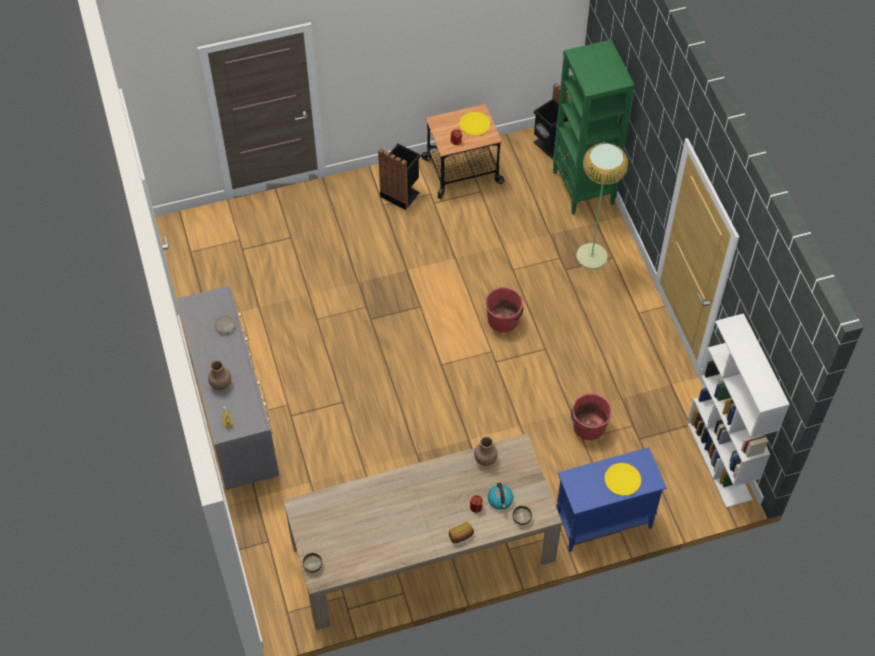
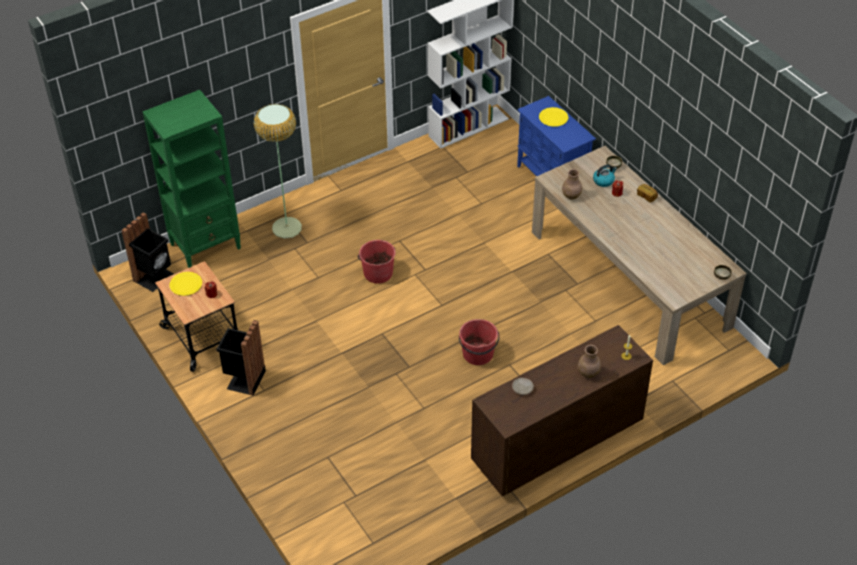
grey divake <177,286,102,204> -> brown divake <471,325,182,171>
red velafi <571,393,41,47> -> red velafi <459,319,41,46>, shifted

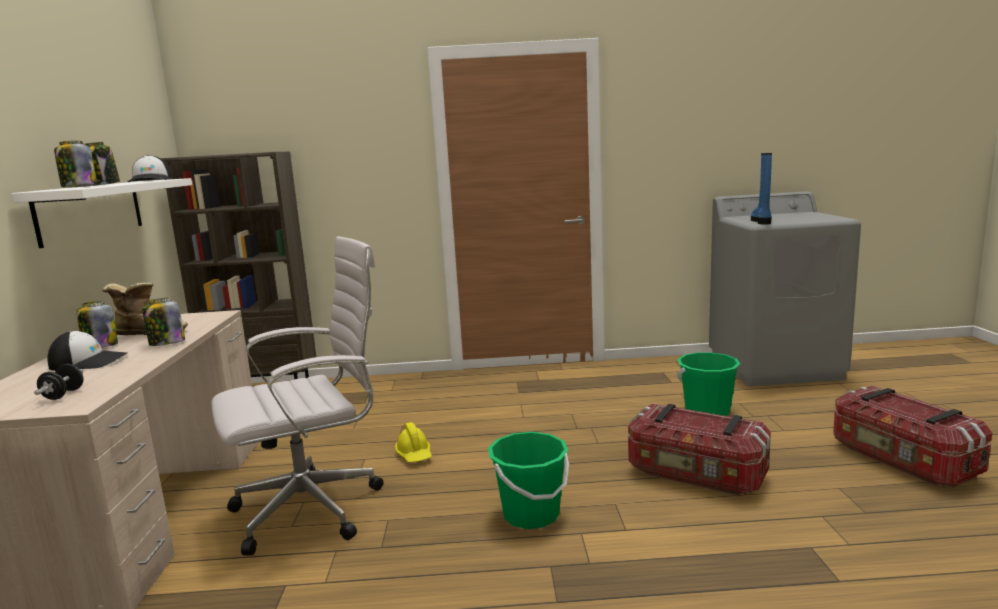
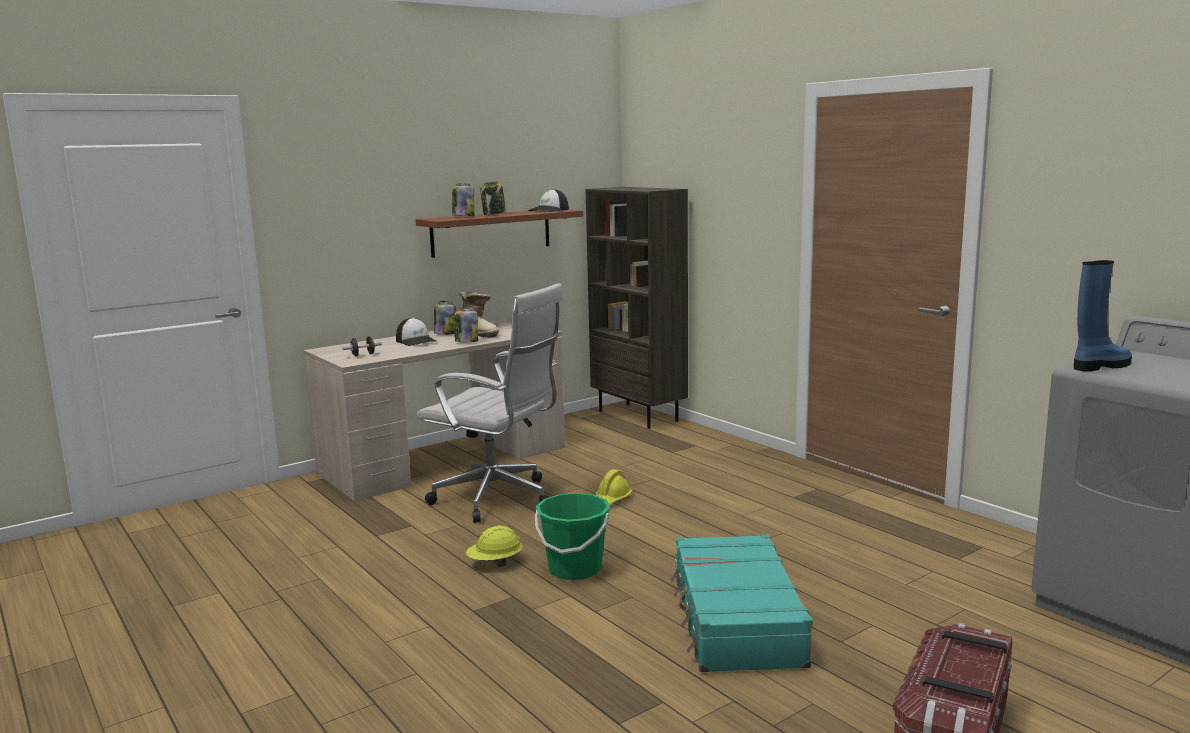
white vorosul <12,178,180,70> -> brown vorosul <415,210,169,48>
green velafi <677,352,63,64> -> none
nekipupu <628,403,143,93> -> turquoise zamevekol <670,534,143,138>
none -> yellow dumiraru <466,526,57,41>

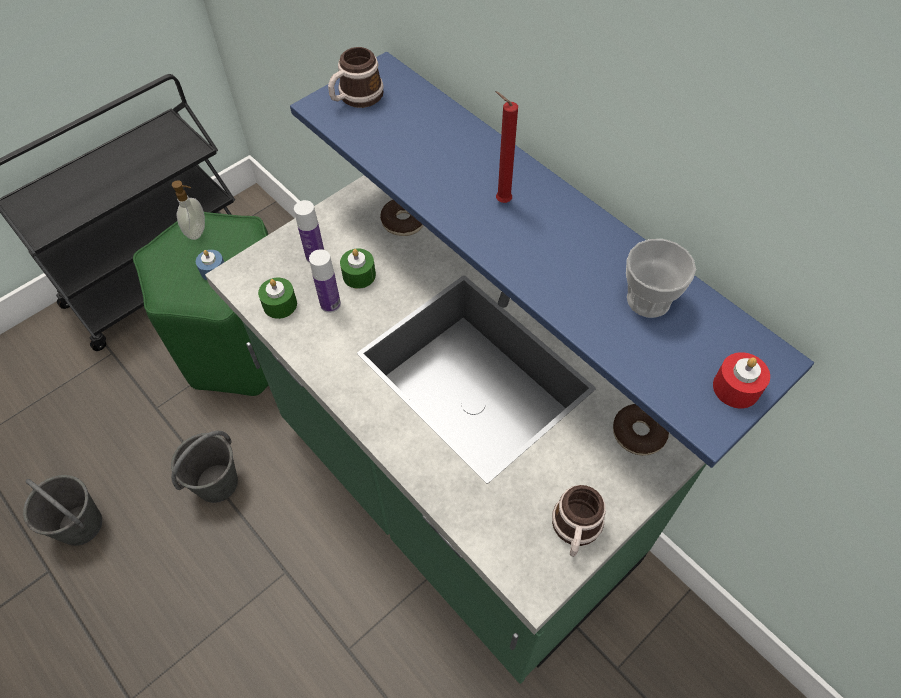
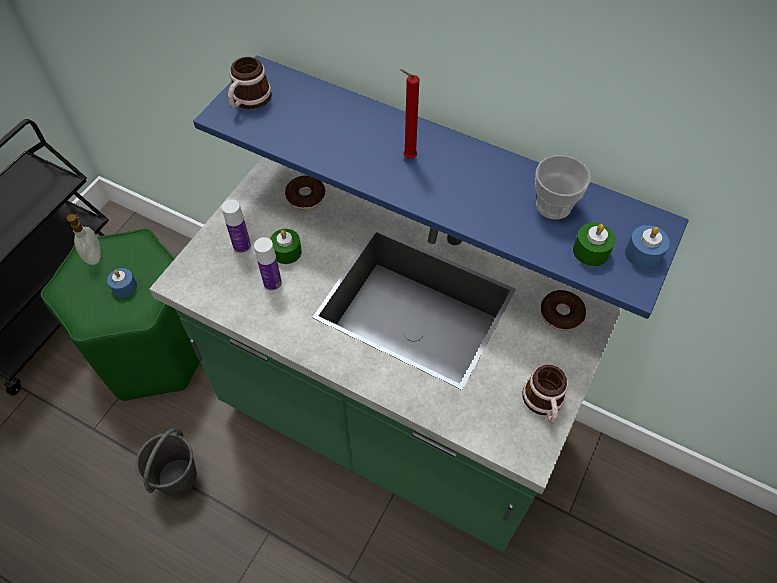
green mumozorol <258,278,39,41> -> green mumozorol <573,223,43,43>, shifted
red mumozorol <713,352,57,56> -> blue mumozorol <625,225,45,44>
grey velafi <23,475,79,71> -> none

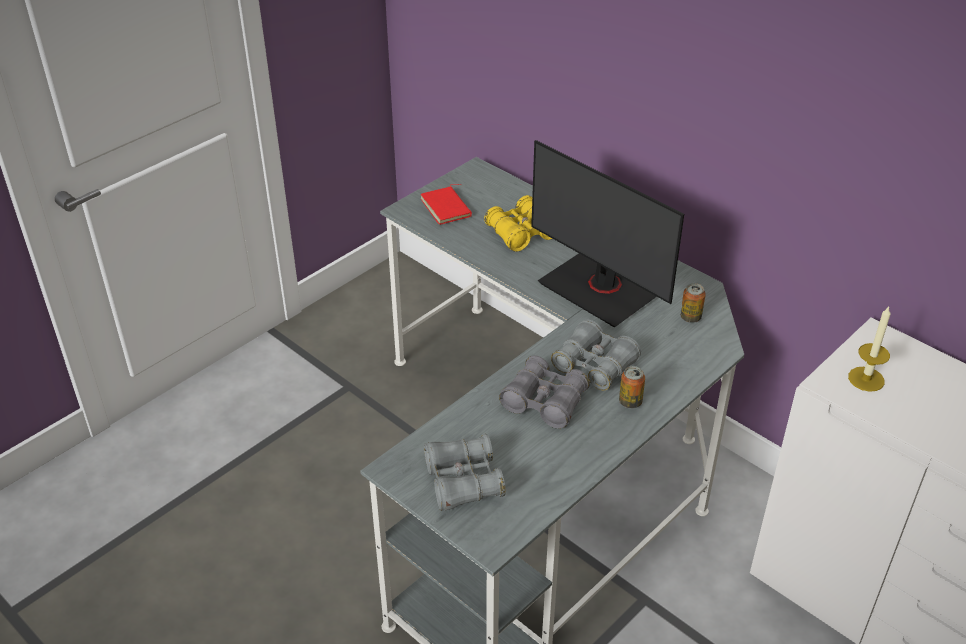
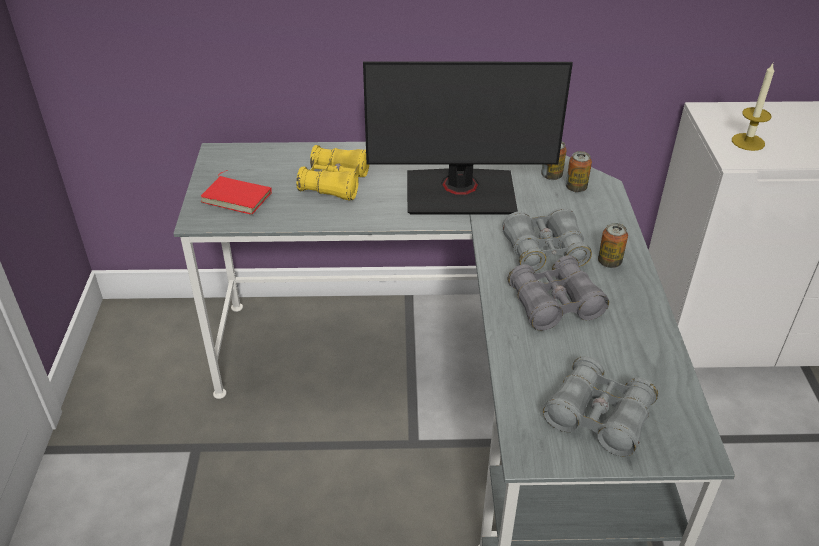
none -> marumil <566,151,26,41>

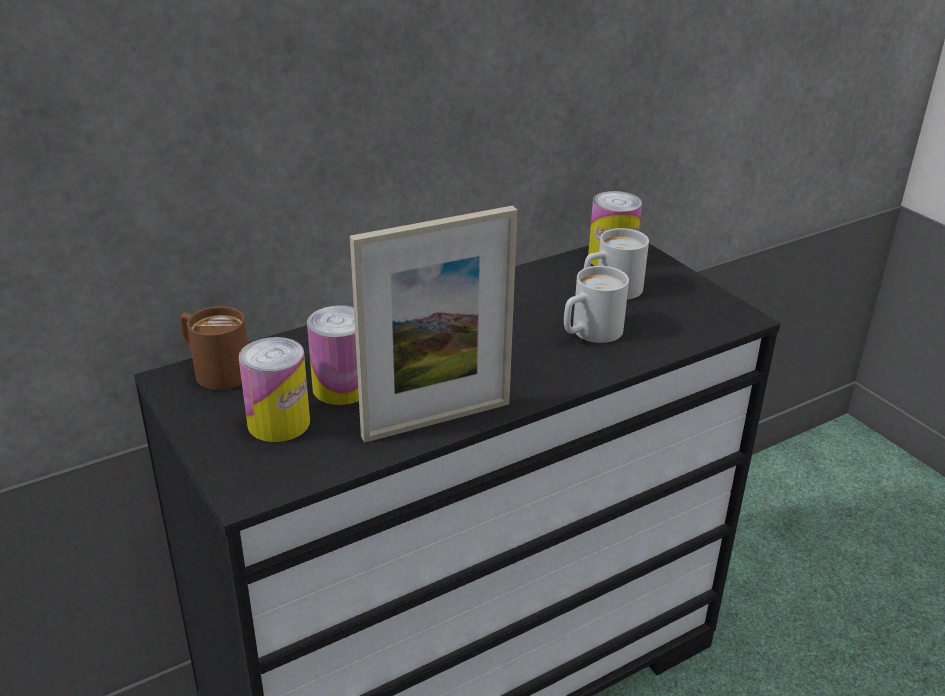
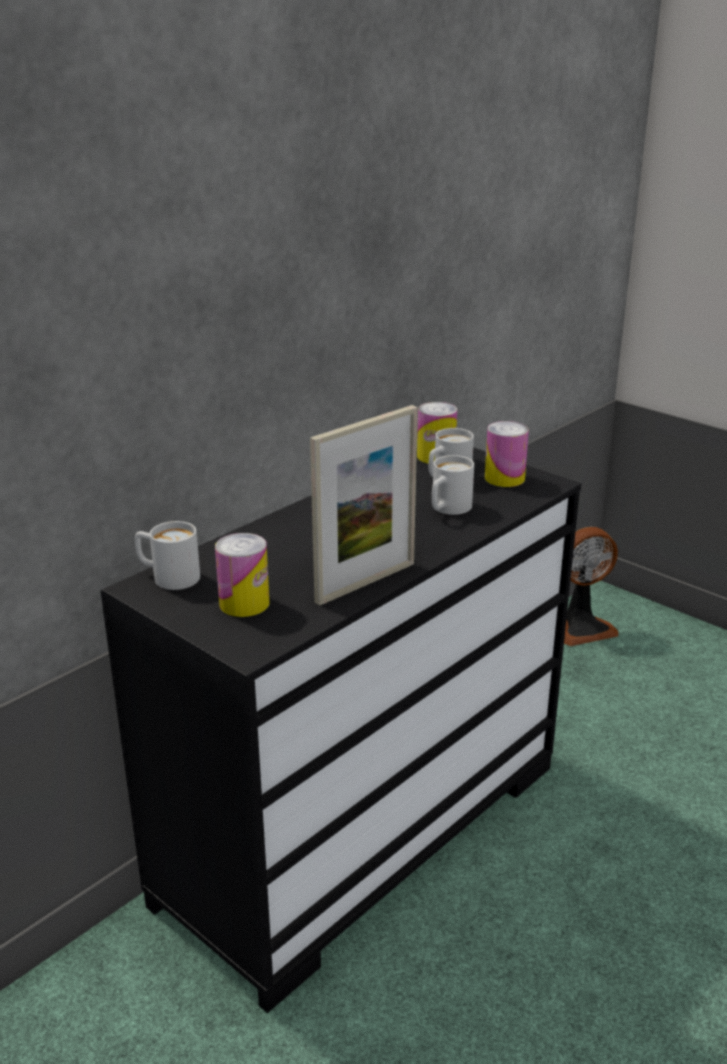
marumil <307,305,52,100> -> marumil <485,421,44,66>, shifted
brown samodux <180,306,68,84> -> white samodux <135,521,65,69>
none -> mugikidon <564,527,55,119>

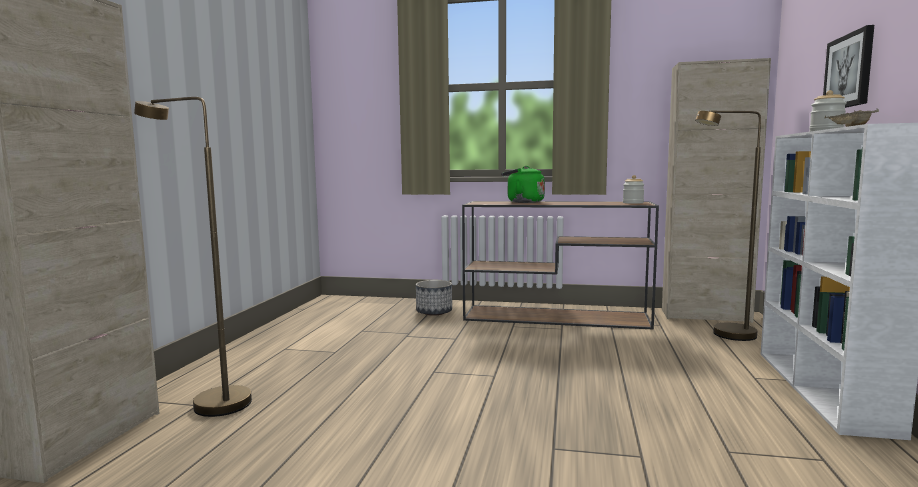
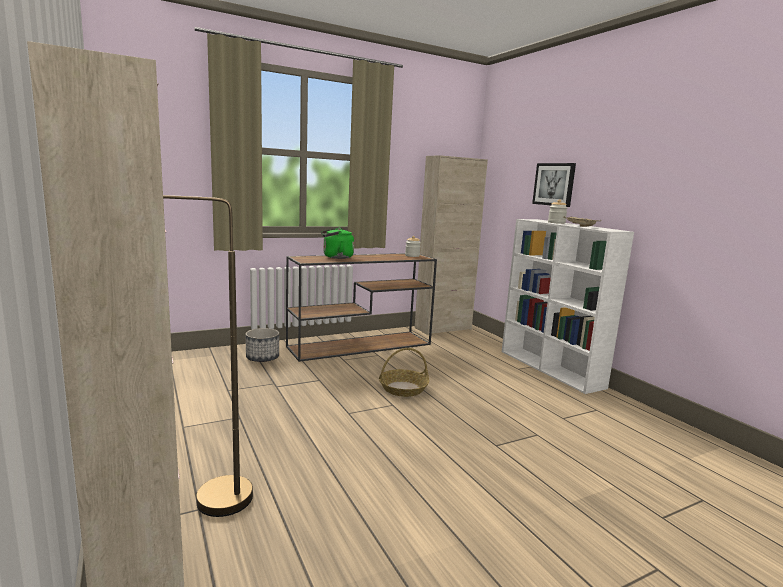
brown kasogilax <695,111,66,230> -> none
none -> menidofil <379,348,50,49>

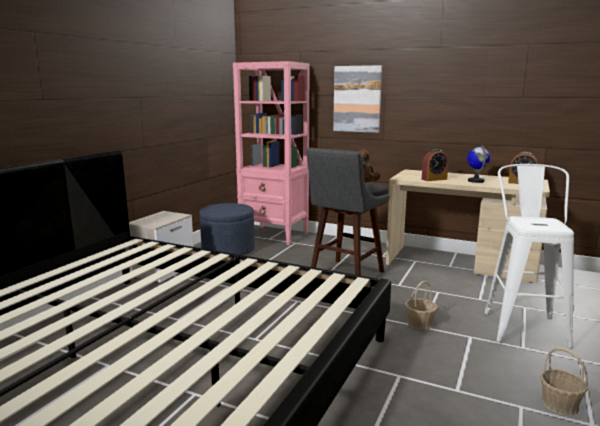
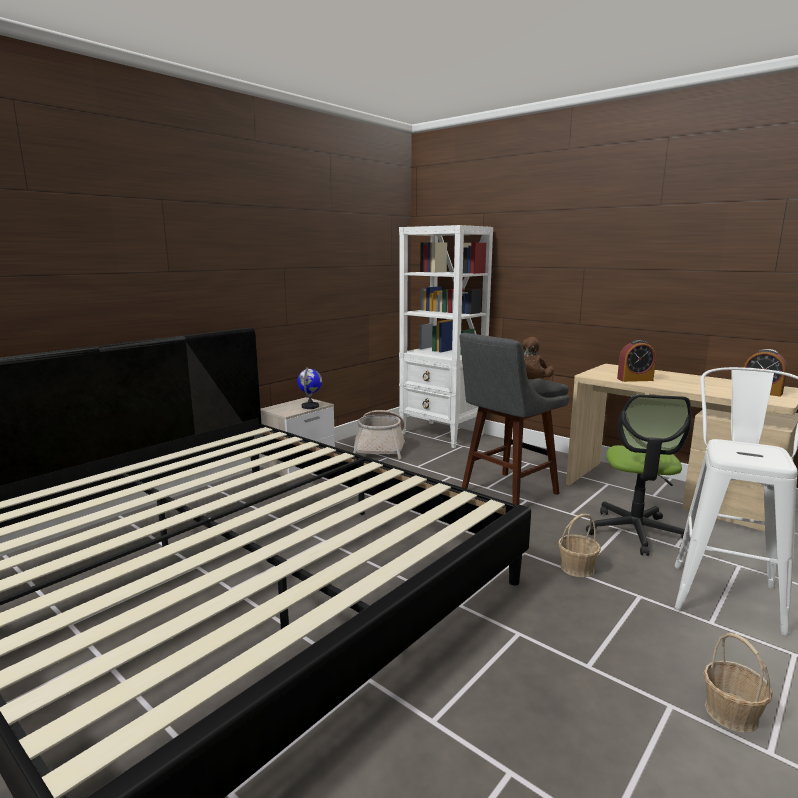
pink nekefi <233,61,77,184> -> white nekefi <399,225,94,223>
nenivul <333,65,49,68> -> none
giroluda <467,146,23,37> -> giroluda <297,367,25,42>, shifted
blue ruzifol <200,203,55,52> -> menidofil <353,410,52,49>
none -> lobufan <586,394,105,162>

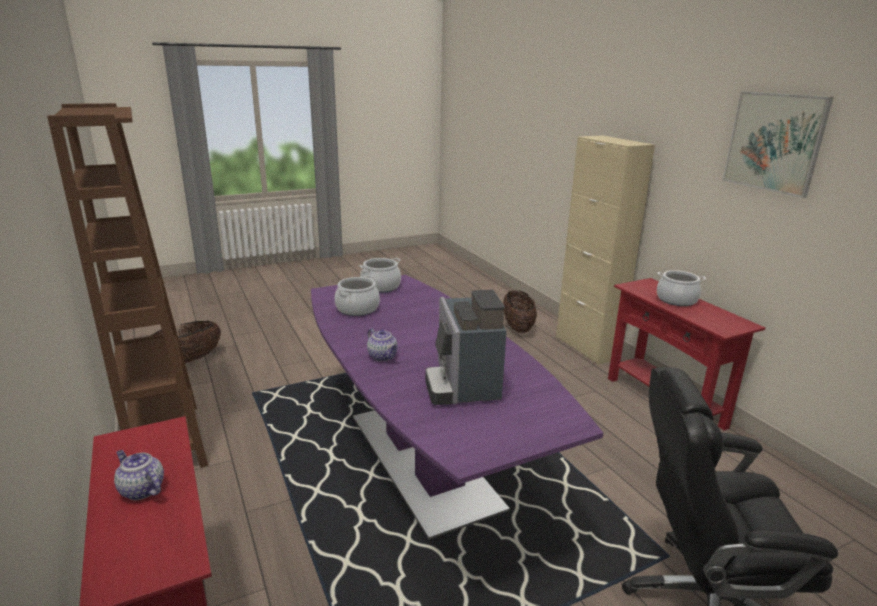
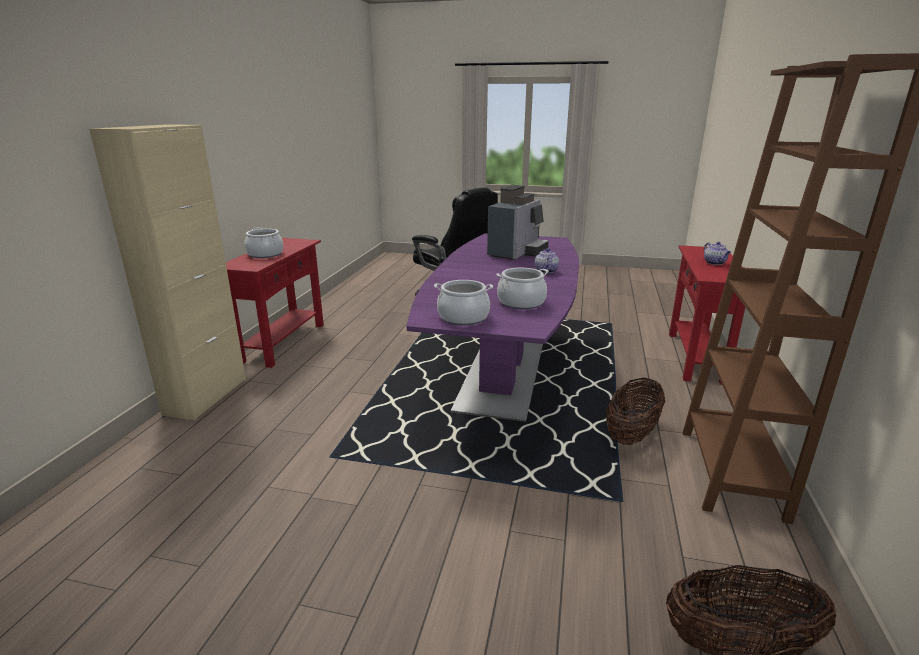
nenivul <723,91,110,107> -> none
menidofil <503,290,34,43> -> menidofil <606,377,59,68>, shifted

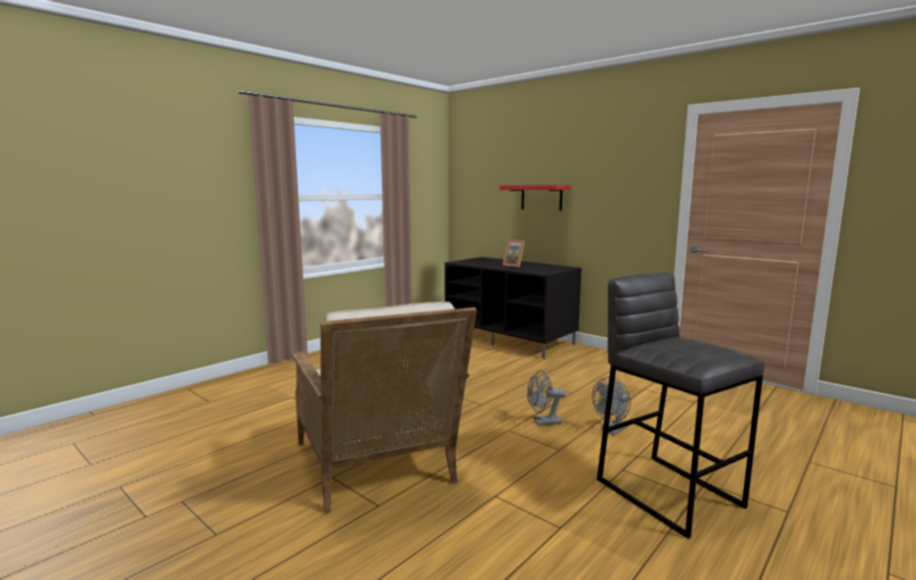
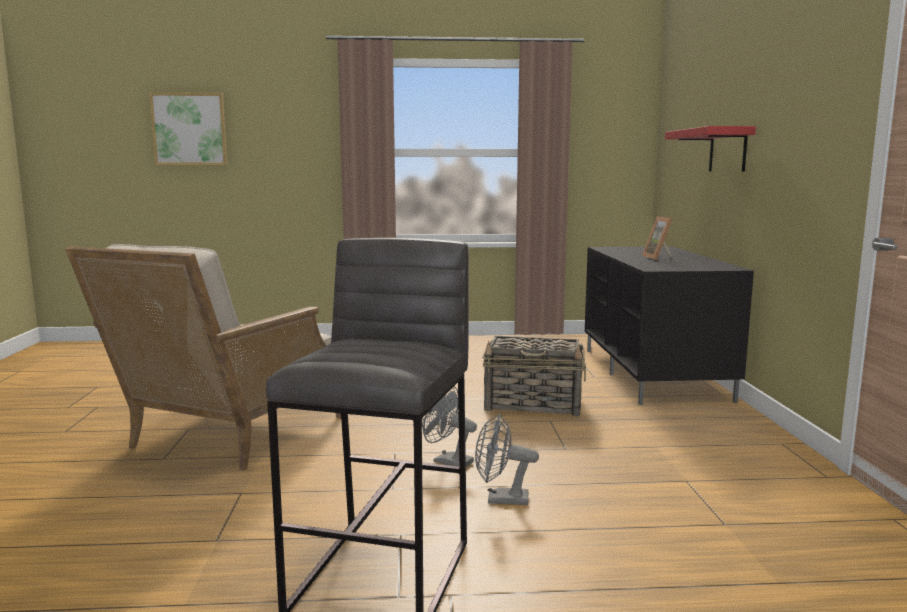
none -> nenivul <149,92,79,73>
none -> menidofil <482,336,104,81>

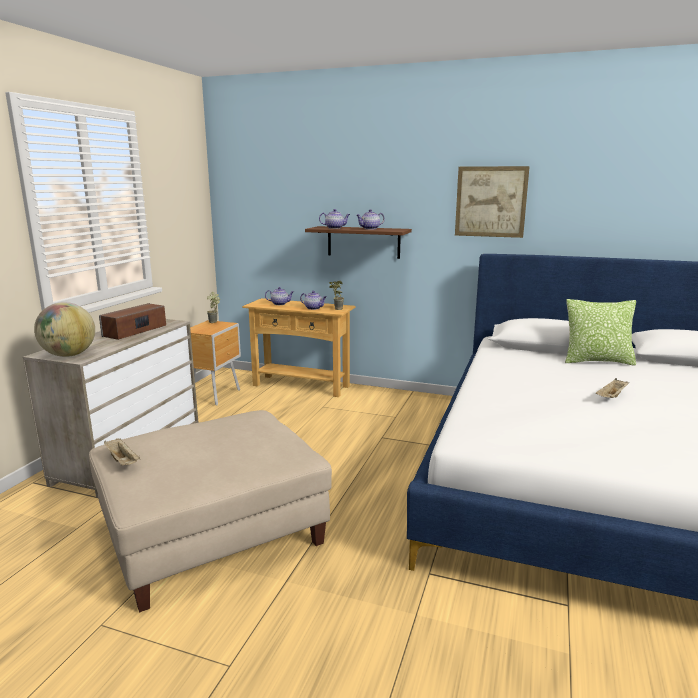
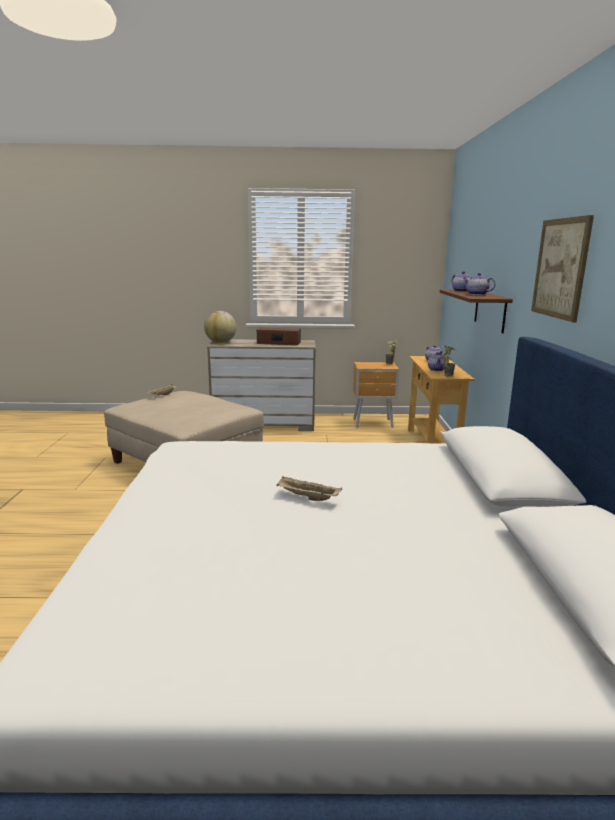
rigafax <565,299,71,66> -> none

